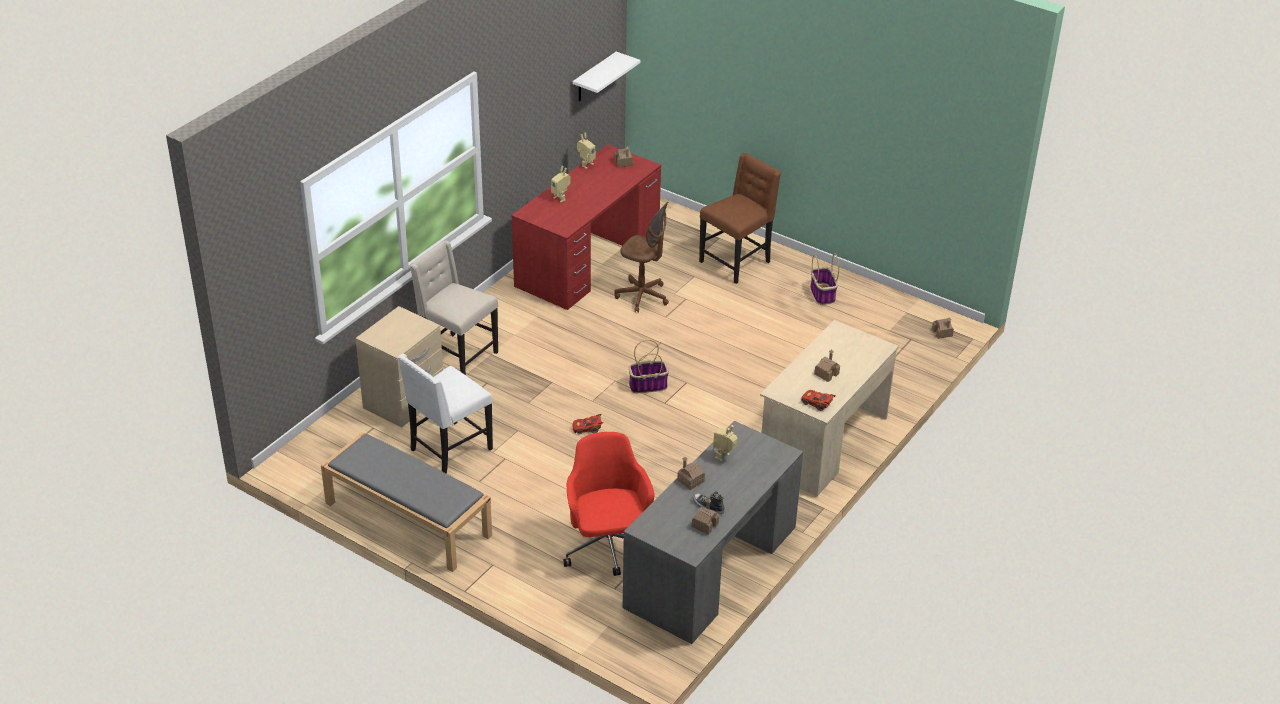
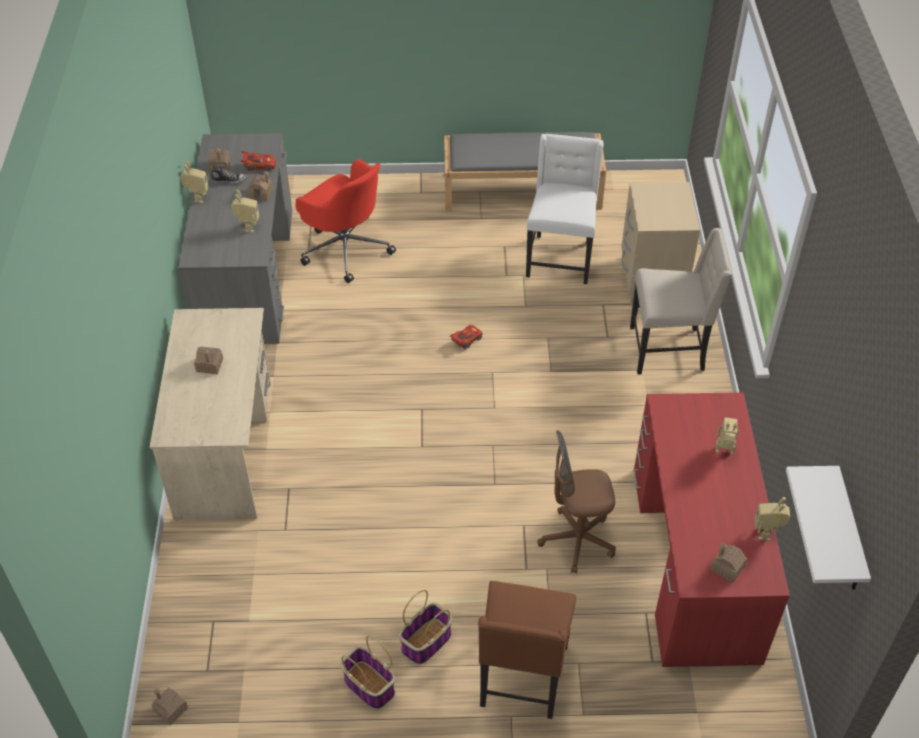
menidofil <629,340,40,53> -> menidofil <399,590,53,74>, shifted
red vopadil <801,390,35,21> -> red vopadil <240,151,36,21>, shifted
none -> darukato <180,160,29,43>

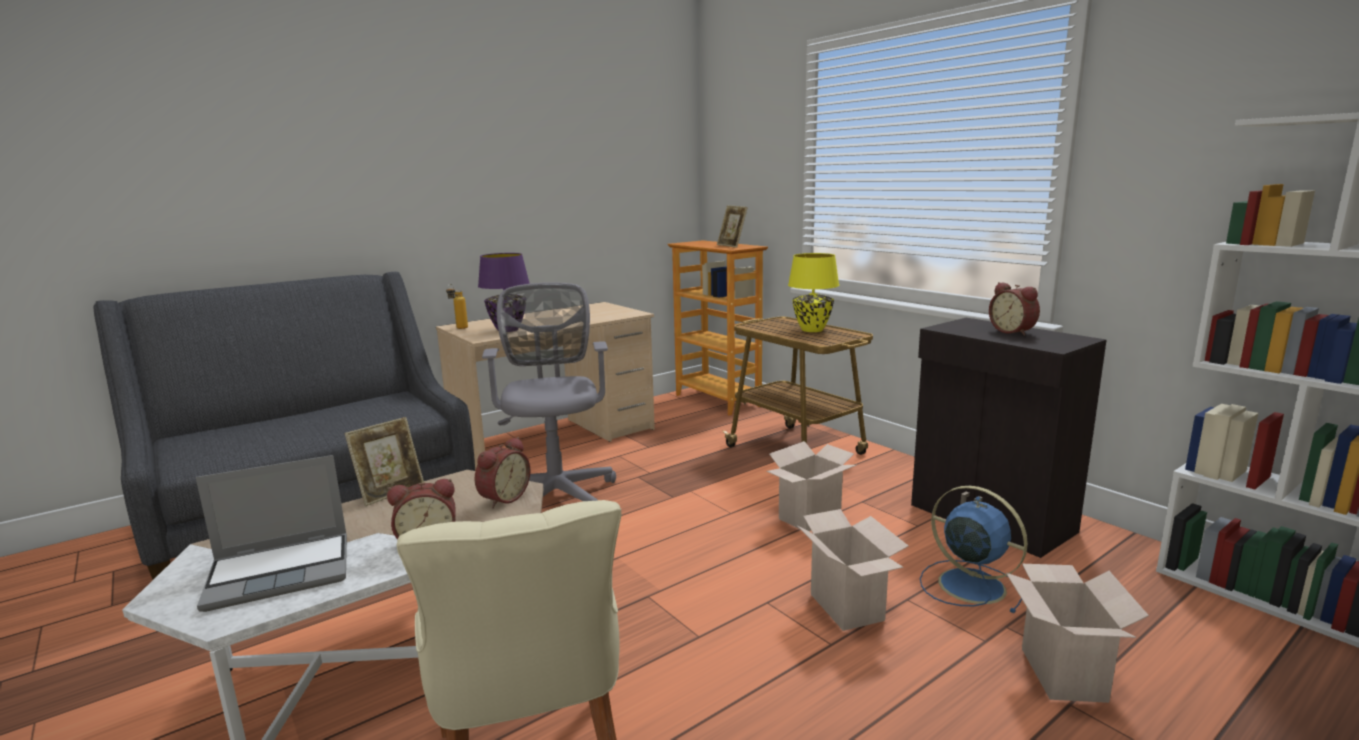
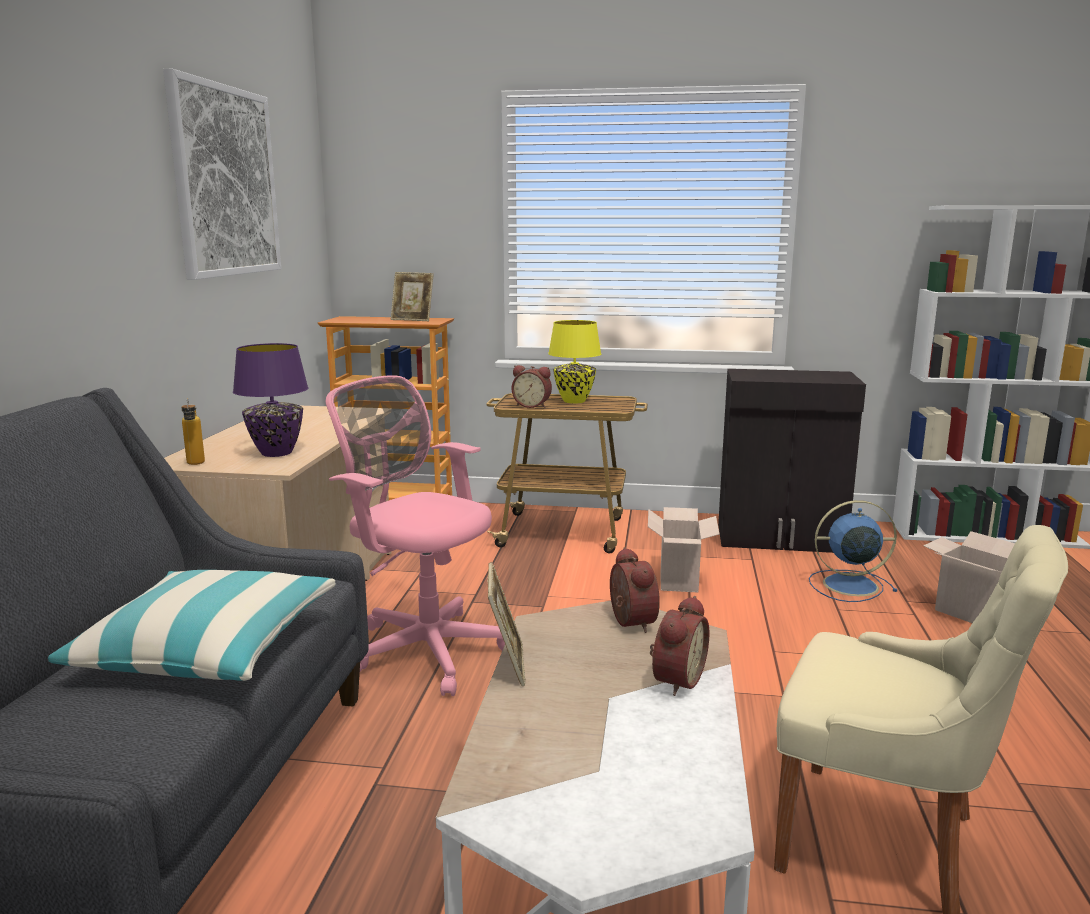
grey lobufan <482,282,134,219> -> pink lobufan <326,375,179,321>
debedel <989,282,51,54> -> debedel <512,365,40,43>, shifted
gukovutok <196,455,151,157> -> none
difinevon <796,509,112,122> -> none
none -> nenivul <163,69,118,211>
none -> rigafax <48,570,288,111>

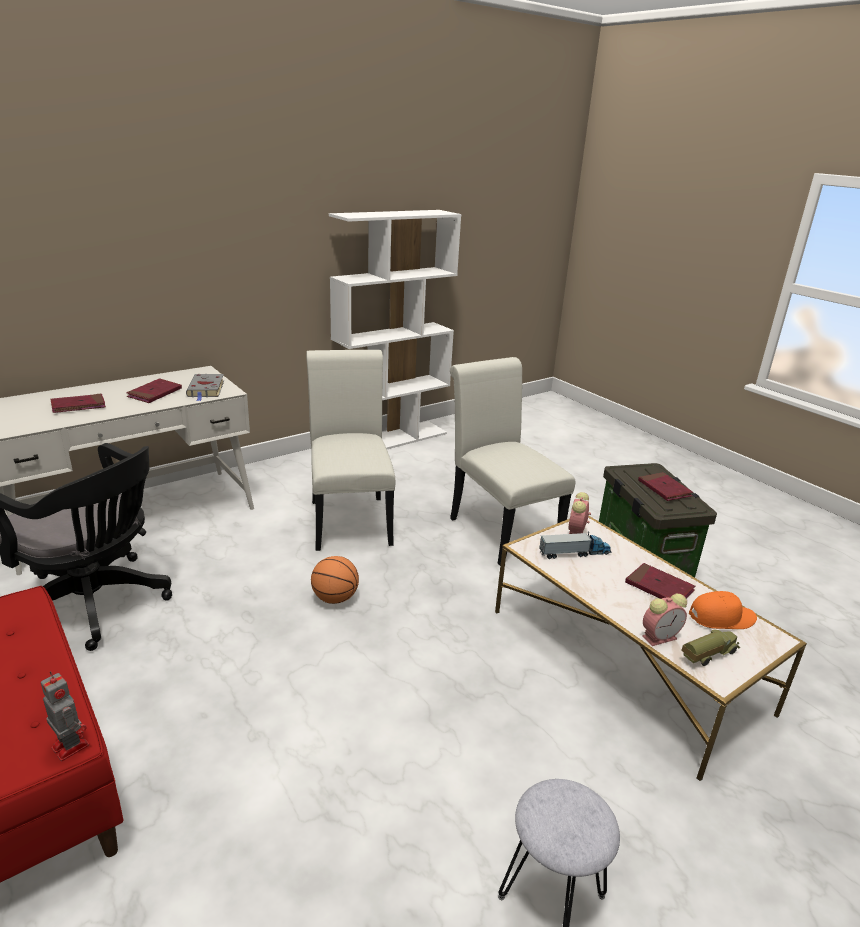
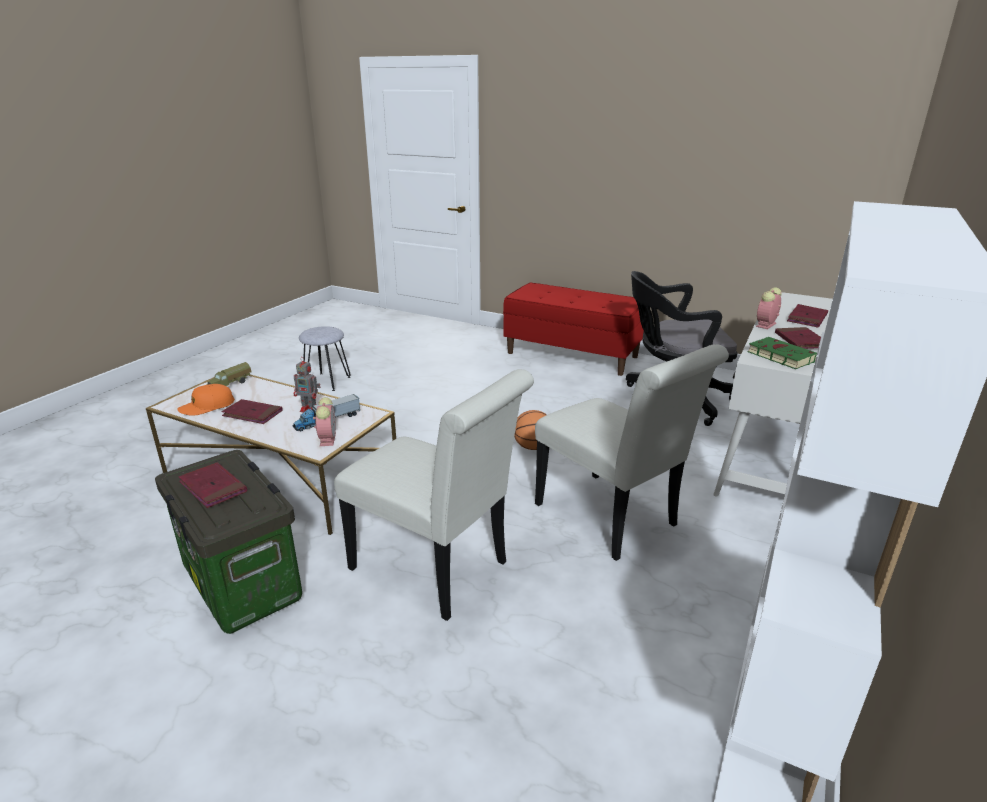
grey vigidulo <186,374,38,27> -> green vigidulo <747,337,70,32>
debedel <642,594,45,52> -> debedel <756,287,26,42>, shifted
darukato <41,671,48,90> -> darukato <294,357,26,56>, shifted

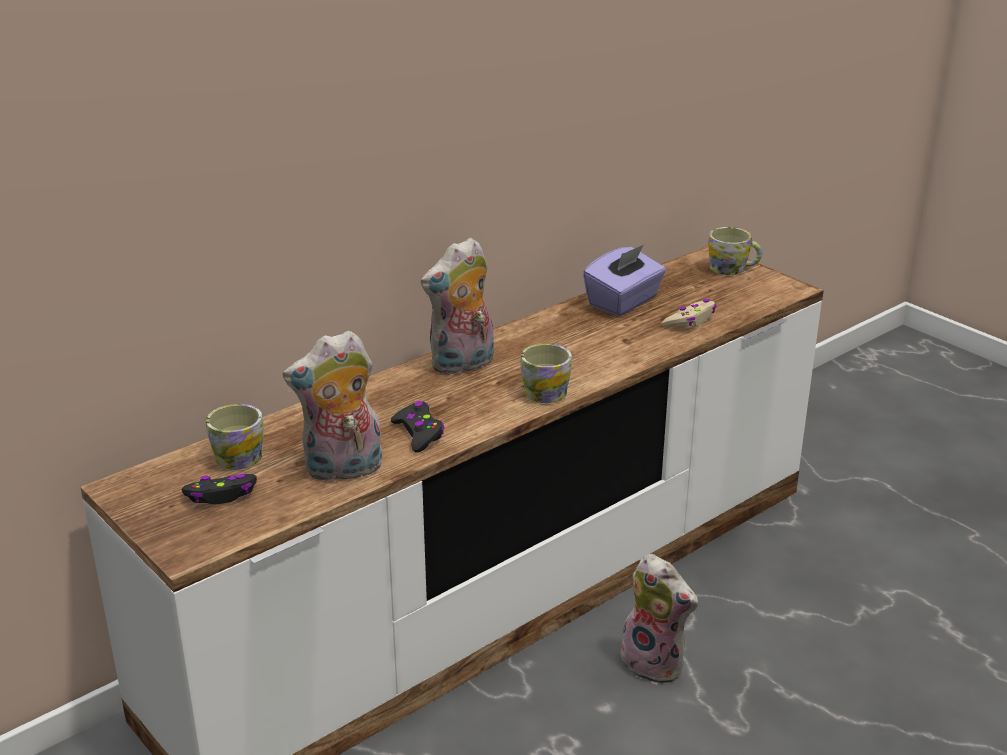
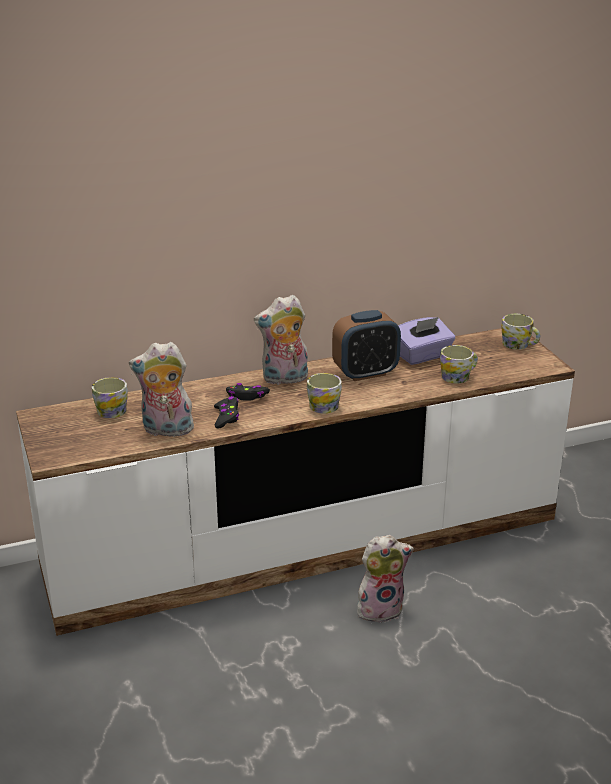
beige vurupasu <662,299,54,28> -> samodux <440,345,38,38>
black vurupasu <182,474,75,31> -> black vurupasu <226,383,44,18>, shifted
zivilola <620,554,78,131> -> zivilola <357,535,57,88>, 75 degrees counterclockwise
none -> debedel <332,310,69,71>

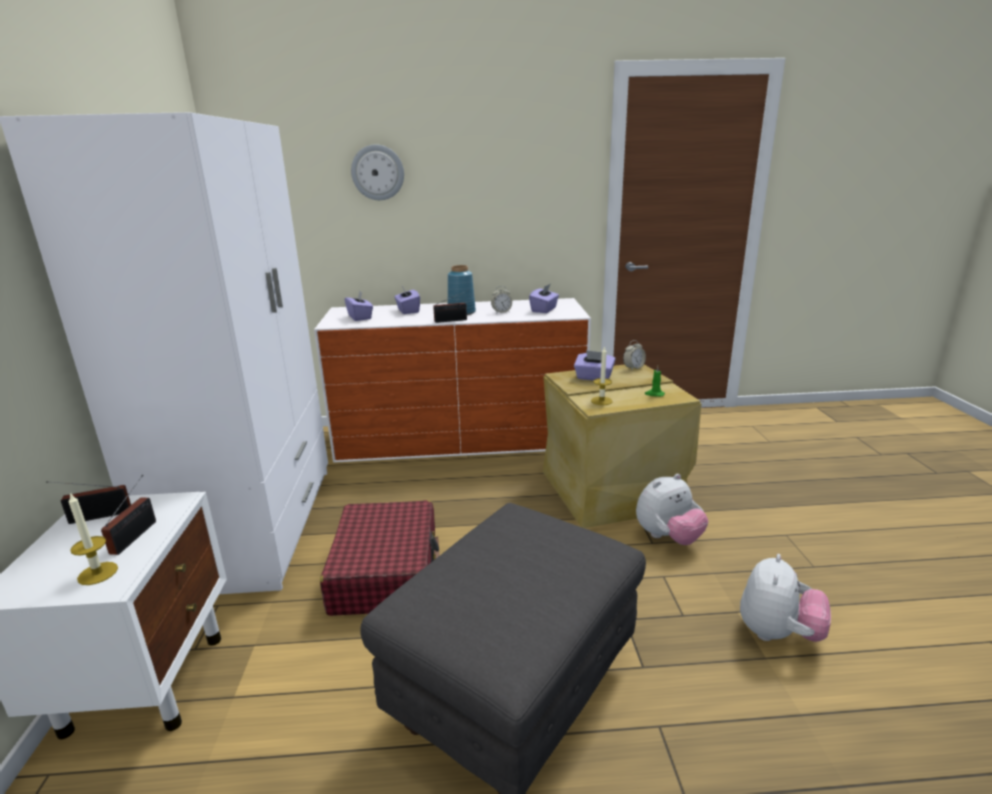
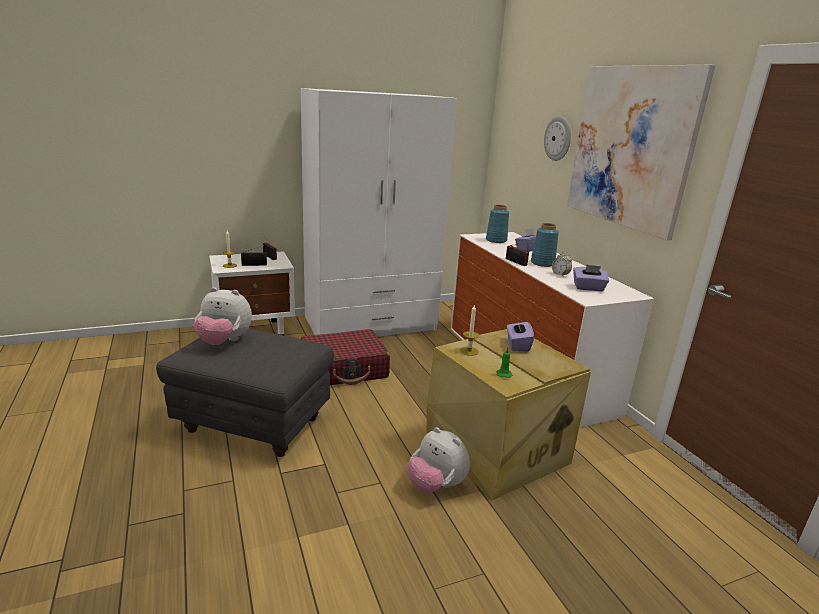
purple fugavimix <345,291,28,30> -> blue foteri <486,205,23,38>
debedel <623,340,23,31> -> none
zivilola <740,554,91,88> -> zivilola <194,287,58,58>, shifted
none -> nenivul <567,65,148,175>

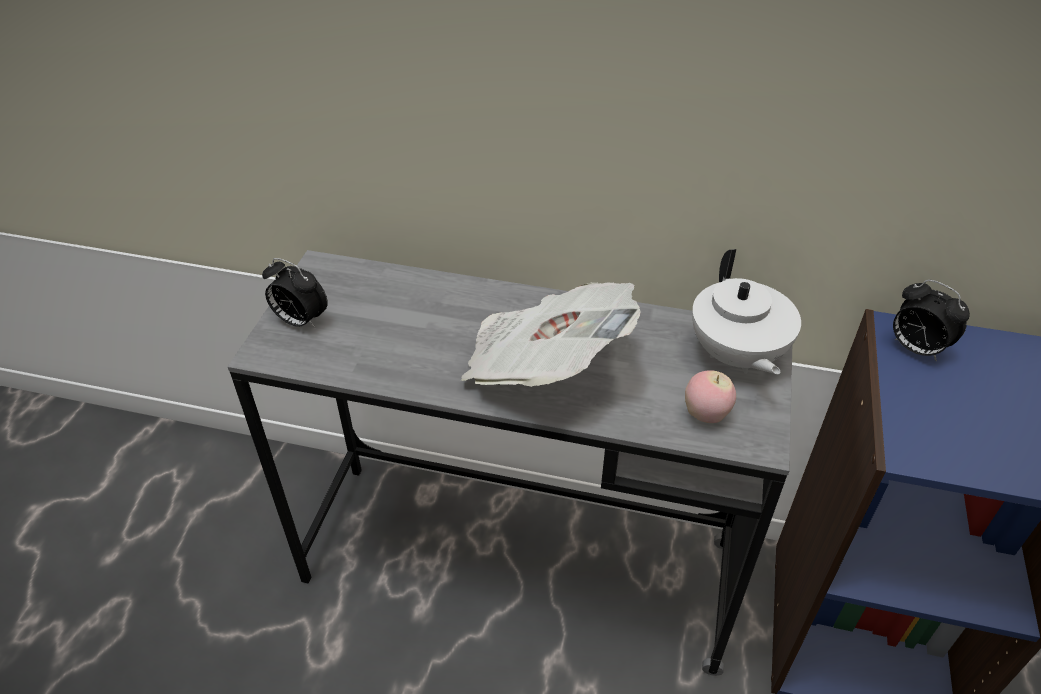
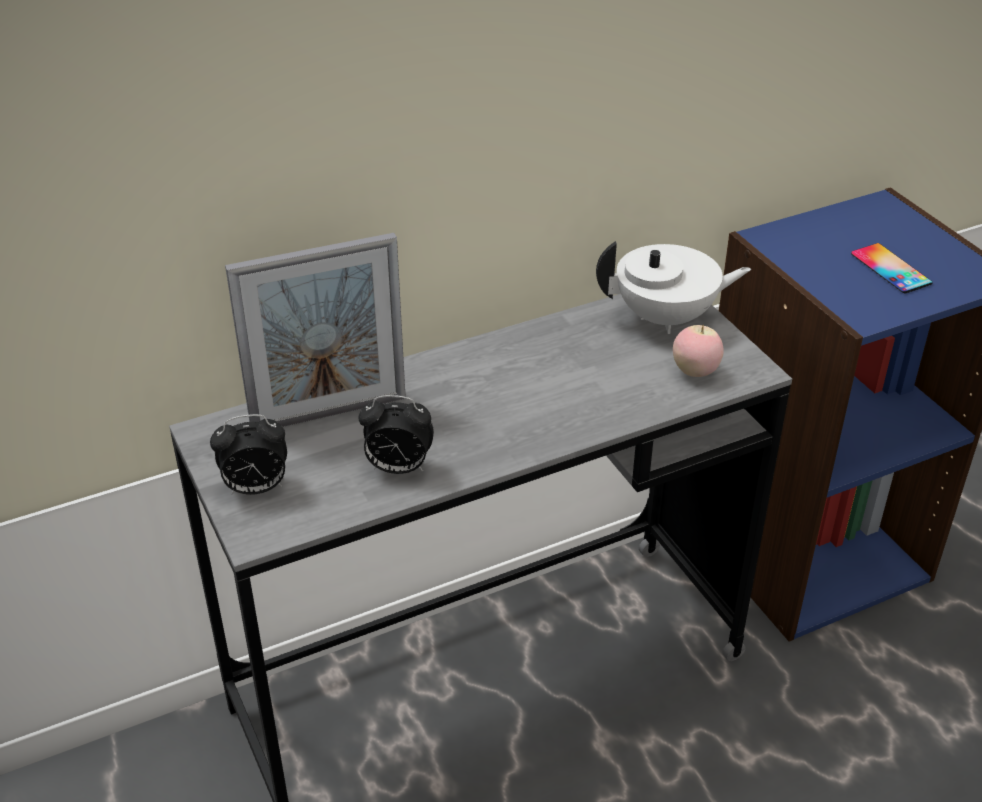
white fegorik <692,249,109,125> -> white fegorik <596,241,155,93>, 45 degrees counterclockwise
debedel <893,280,77,81> -> debedel <358,395,76,79>, shifted
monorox <461,282,180,105> -> none
none -> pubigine <225,233,181,194>
none -> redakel <851,243,82,50>

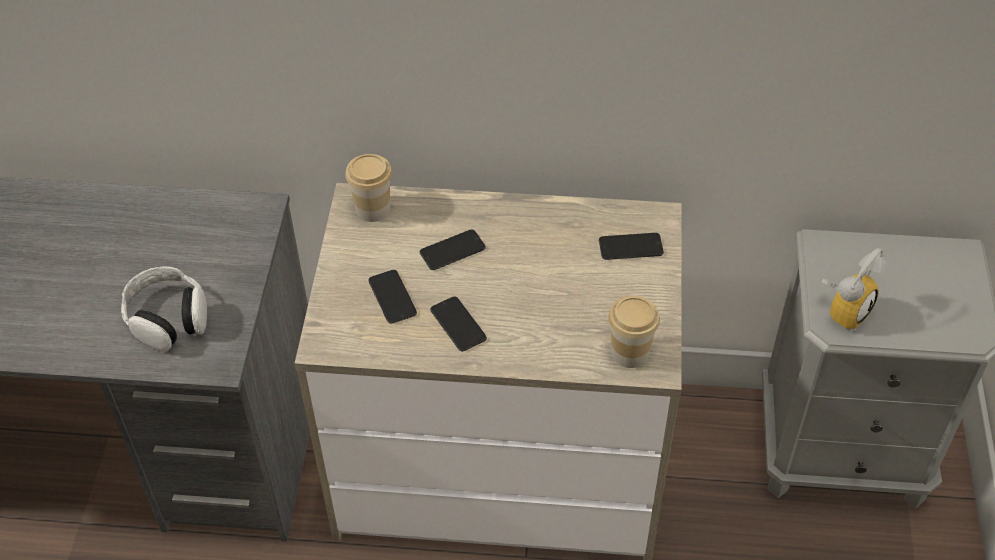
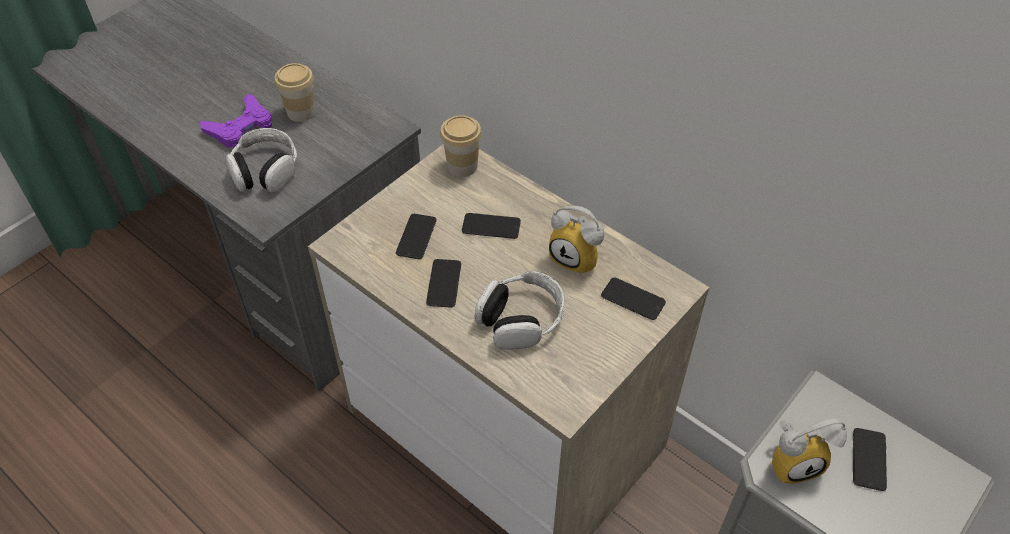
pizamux <608,296,52,72> -> pizamux <275,63,40,59>, shifted
none -> purple vurupasu <200,94,72,54>
none -> debedel <549,206,55,69>
none -> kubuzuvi <475,271,90,79>
none -> redakel <853,428,34,63>

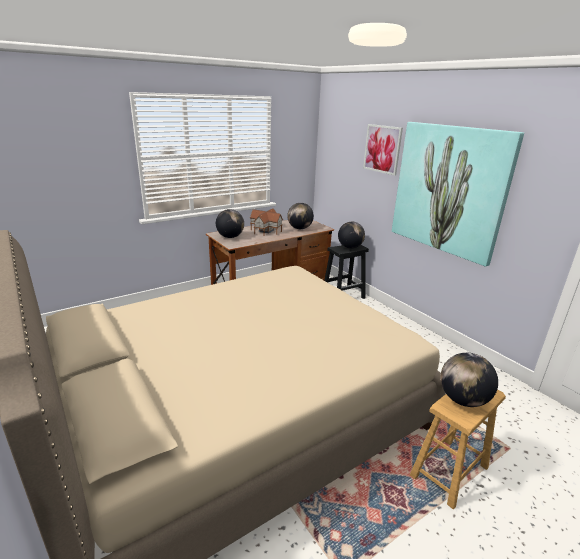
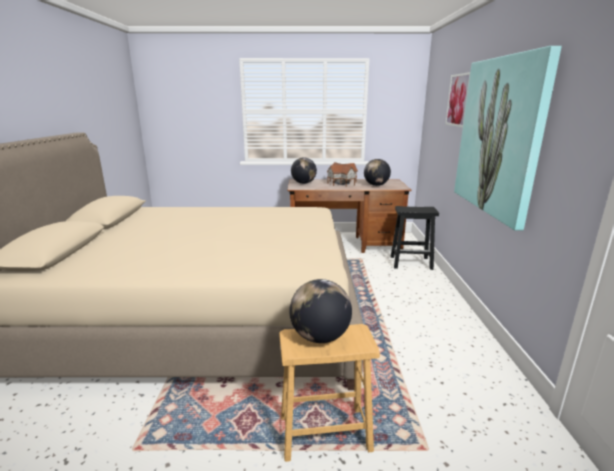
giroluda <338,222,27,27> -> none

